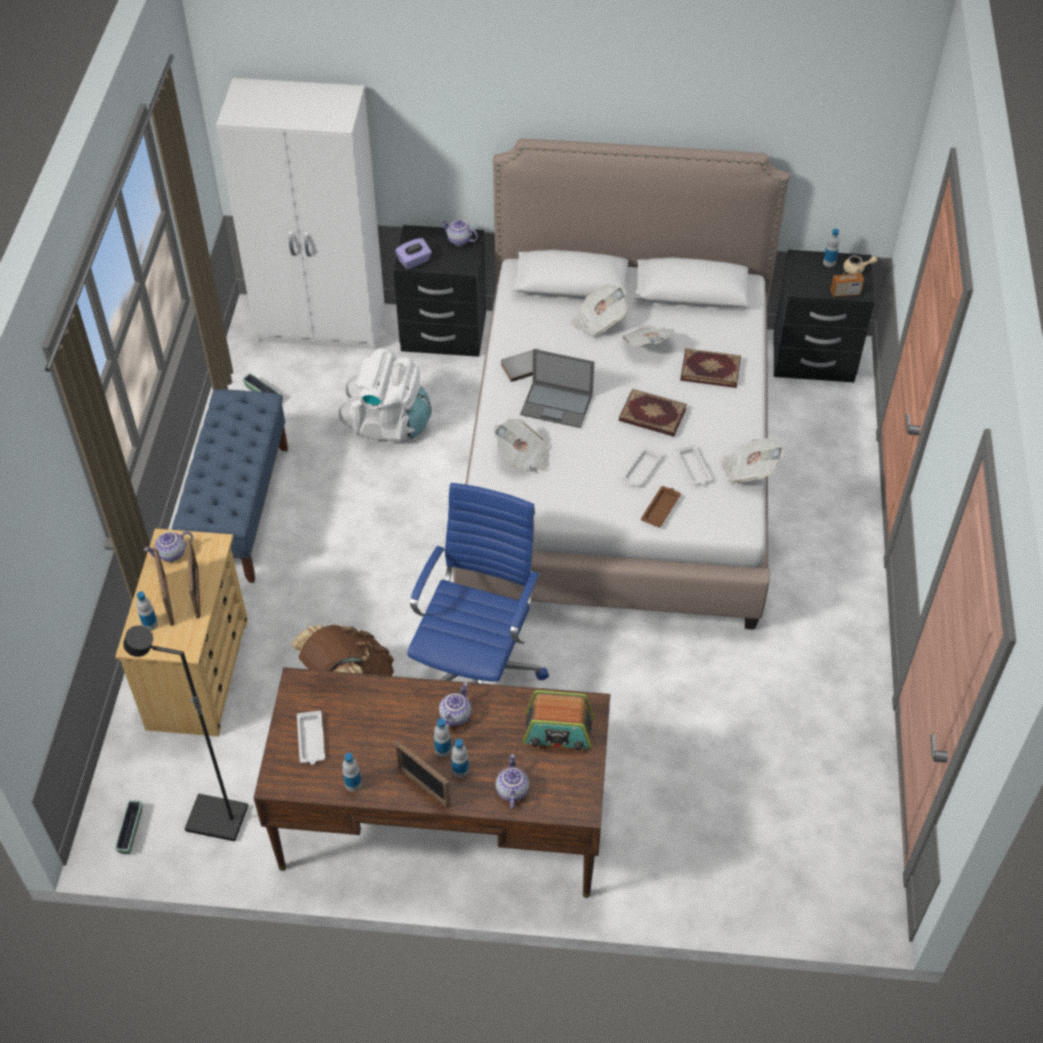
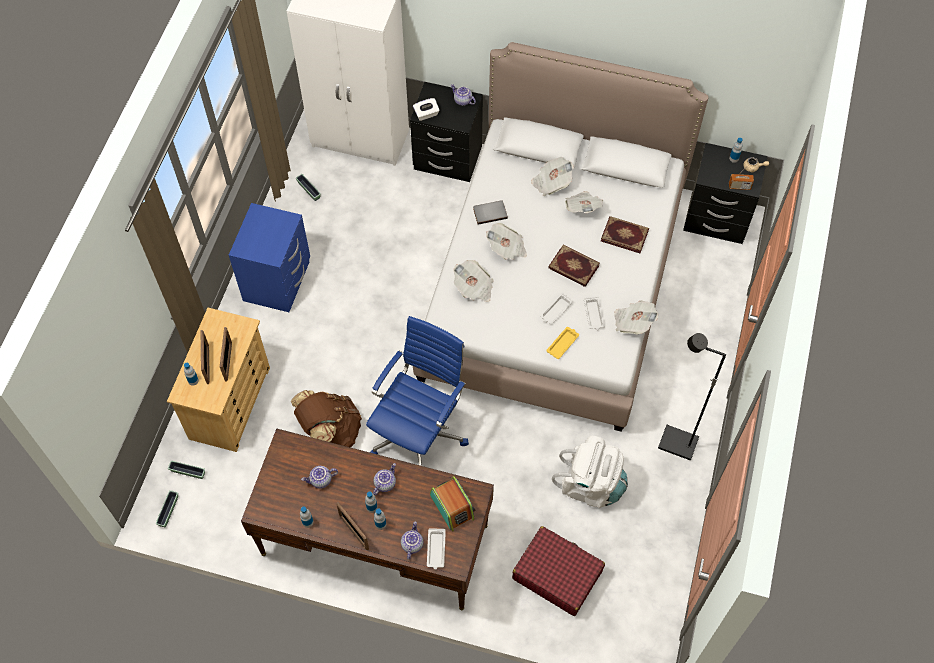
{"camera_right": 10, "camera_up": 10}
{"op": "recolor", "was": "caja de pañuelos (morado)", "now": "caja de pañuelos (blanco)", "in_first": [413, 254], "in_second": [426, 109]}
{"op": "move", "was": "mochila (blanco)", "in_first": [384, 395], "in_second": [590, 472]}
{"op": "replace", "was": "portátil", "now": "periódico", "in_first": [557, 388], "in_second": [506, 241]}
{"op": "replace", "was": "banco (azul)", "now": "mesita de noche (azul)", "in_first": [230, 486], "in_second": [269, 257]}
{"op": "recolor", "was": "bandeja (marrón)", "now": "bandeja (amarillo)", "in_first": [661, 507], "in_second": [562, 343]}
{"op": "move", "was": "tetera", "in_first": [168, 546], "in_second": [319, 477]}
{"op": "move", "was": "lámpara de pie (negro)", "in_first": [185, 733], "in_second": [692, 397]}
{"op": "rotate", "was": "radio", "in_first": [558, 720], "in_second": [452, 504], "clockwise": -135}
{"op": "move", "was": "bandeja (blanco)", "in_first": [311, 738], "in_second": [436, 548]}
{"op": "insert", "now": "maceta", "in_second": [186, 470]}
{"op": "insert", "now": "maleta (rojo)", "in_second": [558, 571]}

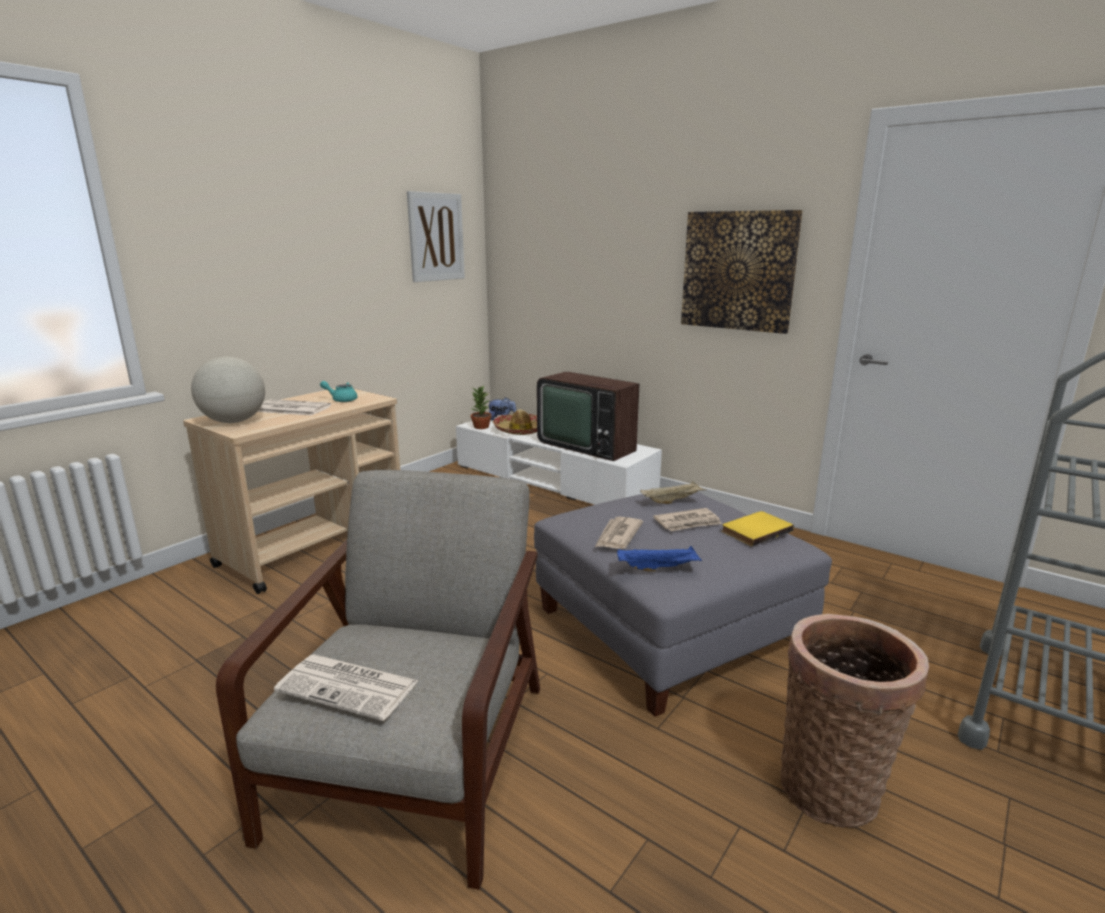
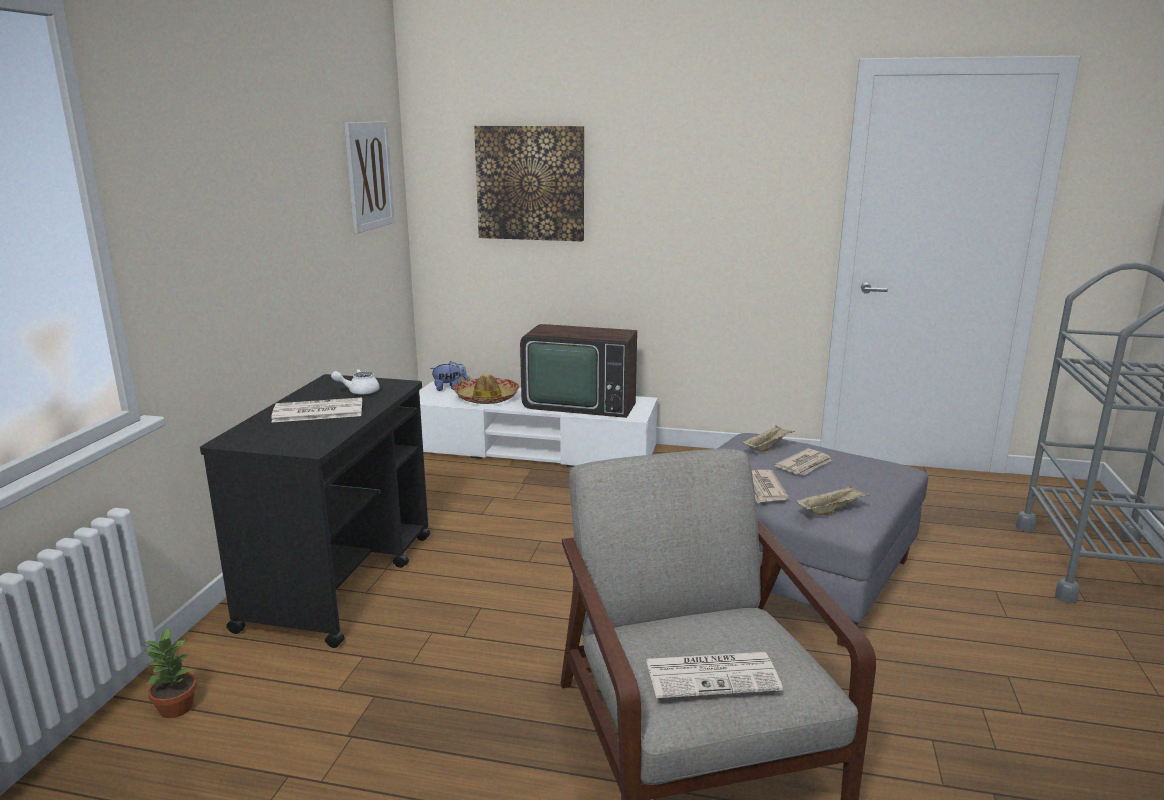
{"camera_right": -25, "camera_up": 0}
{"op": "move", "was": "cuadro", "in_first": [742, 272], "in_second": [529, 183]}
{"op": "delete", "was": "globo terráqueo", "in_first": [228, 390]}
{"op": "recolor", "was": "tetera (turquesa)", "now": "tetera (blanco)", "in_first": [339, 391], "in_second": [355, 382]}
{"op": "move", "was": "planta en maceta", "in_first": [481, 407], "in_second": [170, 672]}
{"op": "recolor", "was": "carrito (beis)", "now": "carrito (negro)", "in_first": [291, 491], "in_second": [315, 511]}
{"op": "delete", "was": "libro (amarillo)", "in_first": [758, 528]}
{"op": "recolor", "was": "bandeja (azul)", "now": "bandeja (beis)", "in_first": [659, 559], "in_second": [833, 499]}
{"op": "delete", "was": "cesta", "in_first": [855, 721]}

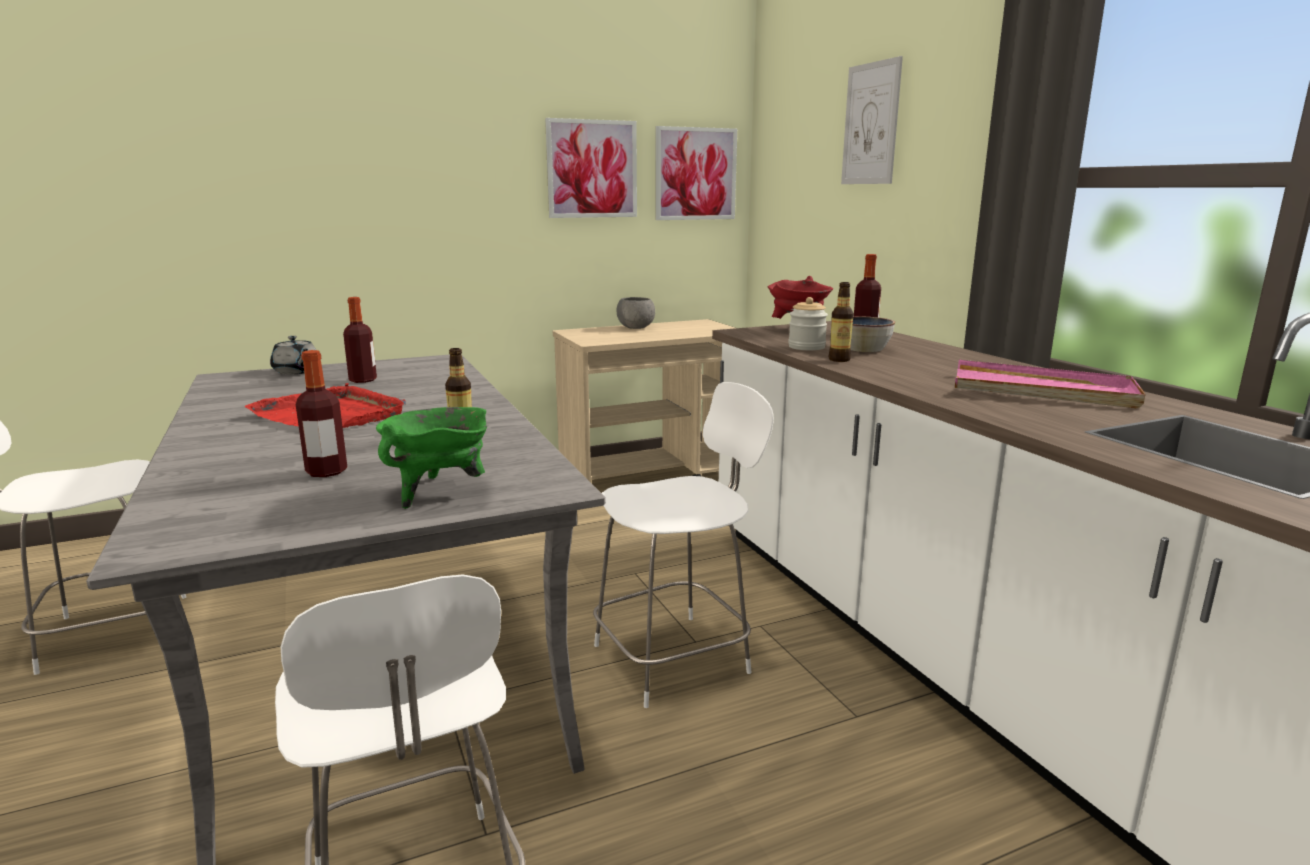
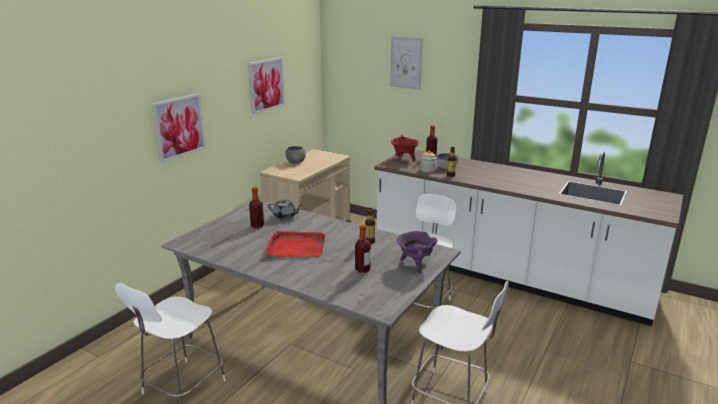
{"camera_right": -35, "camera_up": 5}
{"op": "move", "was": "cuadro", "in_first": [696, 173], "in_second": [179, 128]}
{"op": "move", "was": "tetera (gris)", "in_first": [293, 355], "in_second": [285, 209]}
{"op": "delete", "was": "bandeja (rosa)", "in_first": [1050, 384]}
{"op": "recolor", "was": "olla (verde)", "now": "olla (morado)", "in_first": [432, 458], "in_second": [417, 252]}

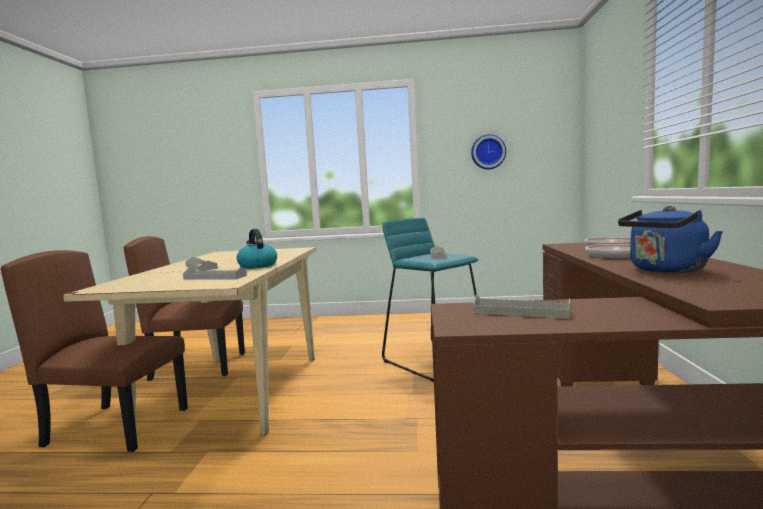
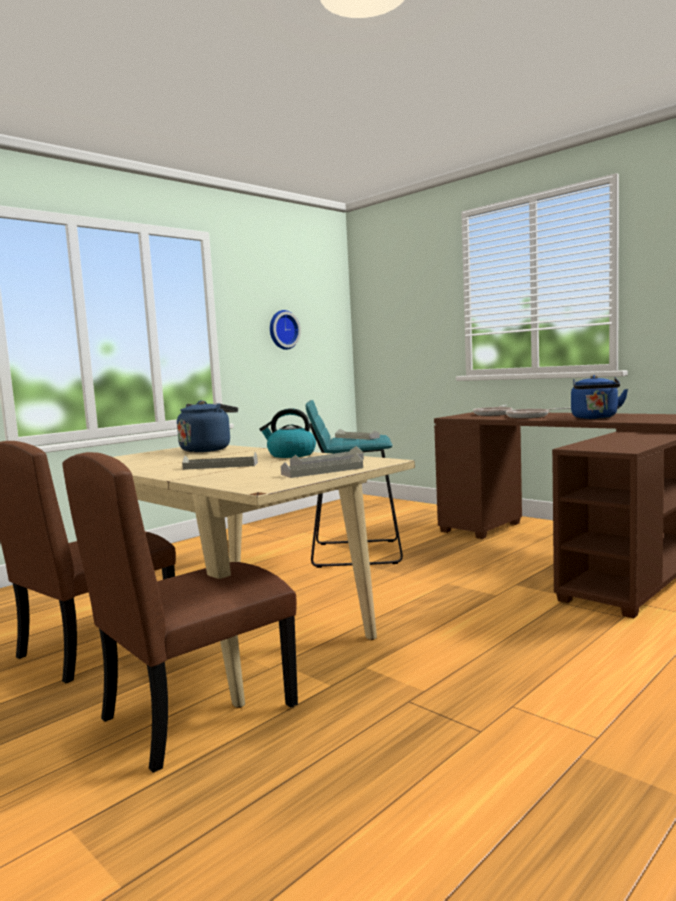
{"camera_right": -50, "camera_up": 0}
{"op": "move", "was": "bandeja (gris)", "in_first": [521, 306], "in_second": [322, 465]}
{"op": "insert", "now": "hervidor (azul)", "in_second": [207, 426]}

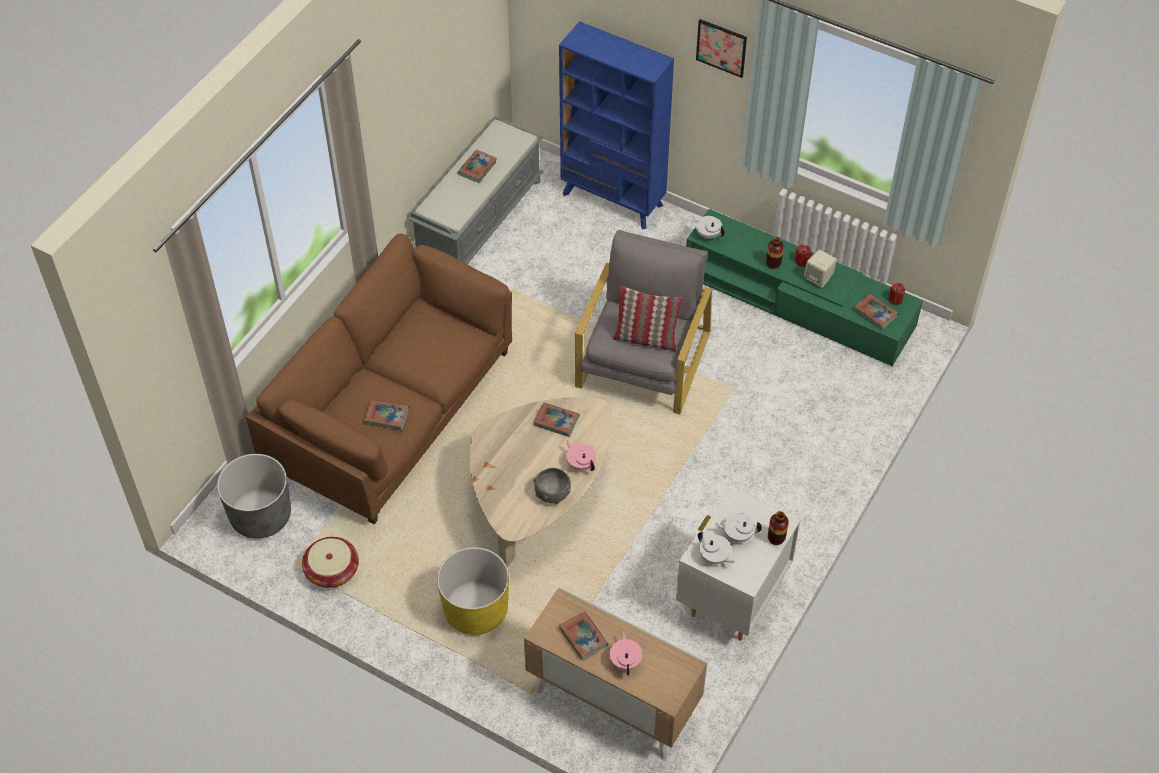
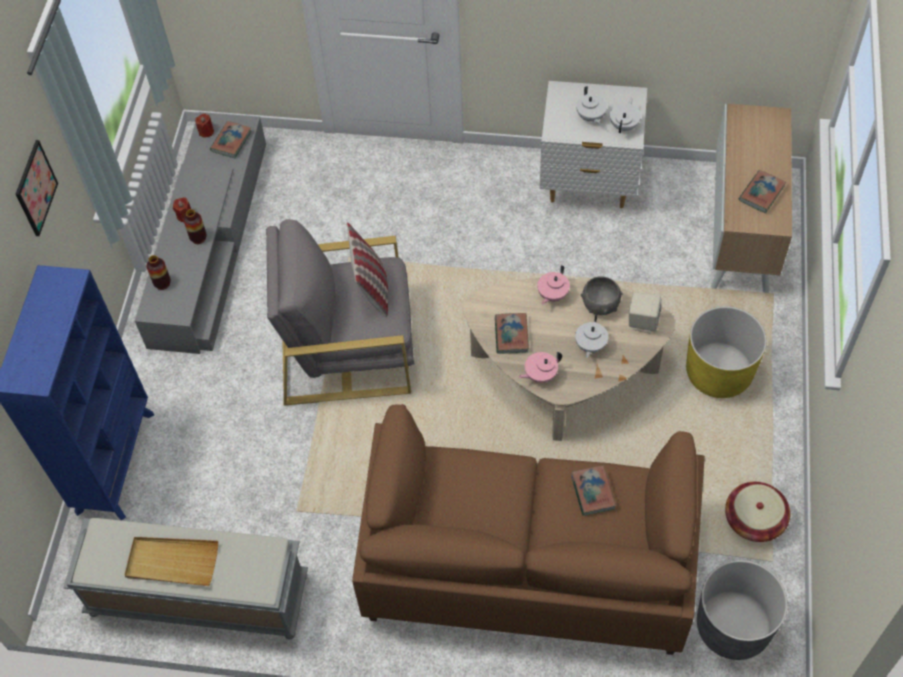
{"camera_right": -110, "camera_up": 5}
{"op": "replace", "was": "libro", "now": "bandeja (beis)", "in_first": [477, 166], "in_second": [171, 561]}
{"op": "recolor", "was": "mueble de televisión (verde)", "now": "mueble de televisión (gris)", "in_first": [804, 287], "in_second": [200, 233]}
{"op": "move", "was": "tetera (blanco)", "in_first": [708, 227], "in_second": [591, 336]}
{"op": "move", "was": "altavoz (beis)", "in_first": [820, 268], "in_second": [645, 313]}
{"op": "move", "was": "florero", "in_first": [778, 528], "in_second": [158, 272]}
{"op": "move", "was": "tetera (rosa)", "in_first": [626, 653], "in_second": [540, 367]}

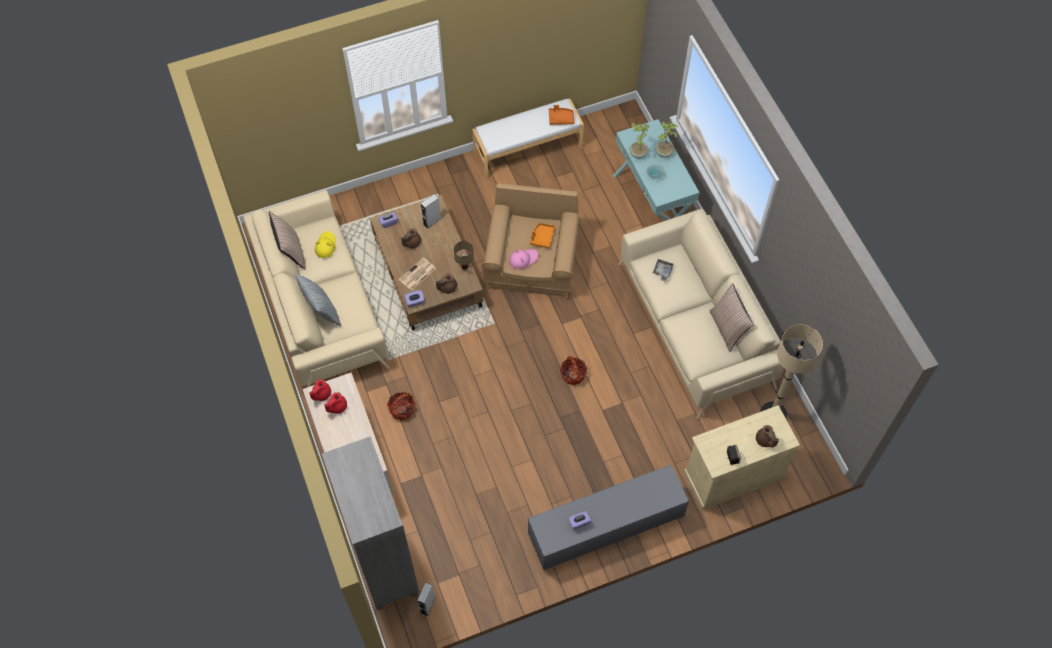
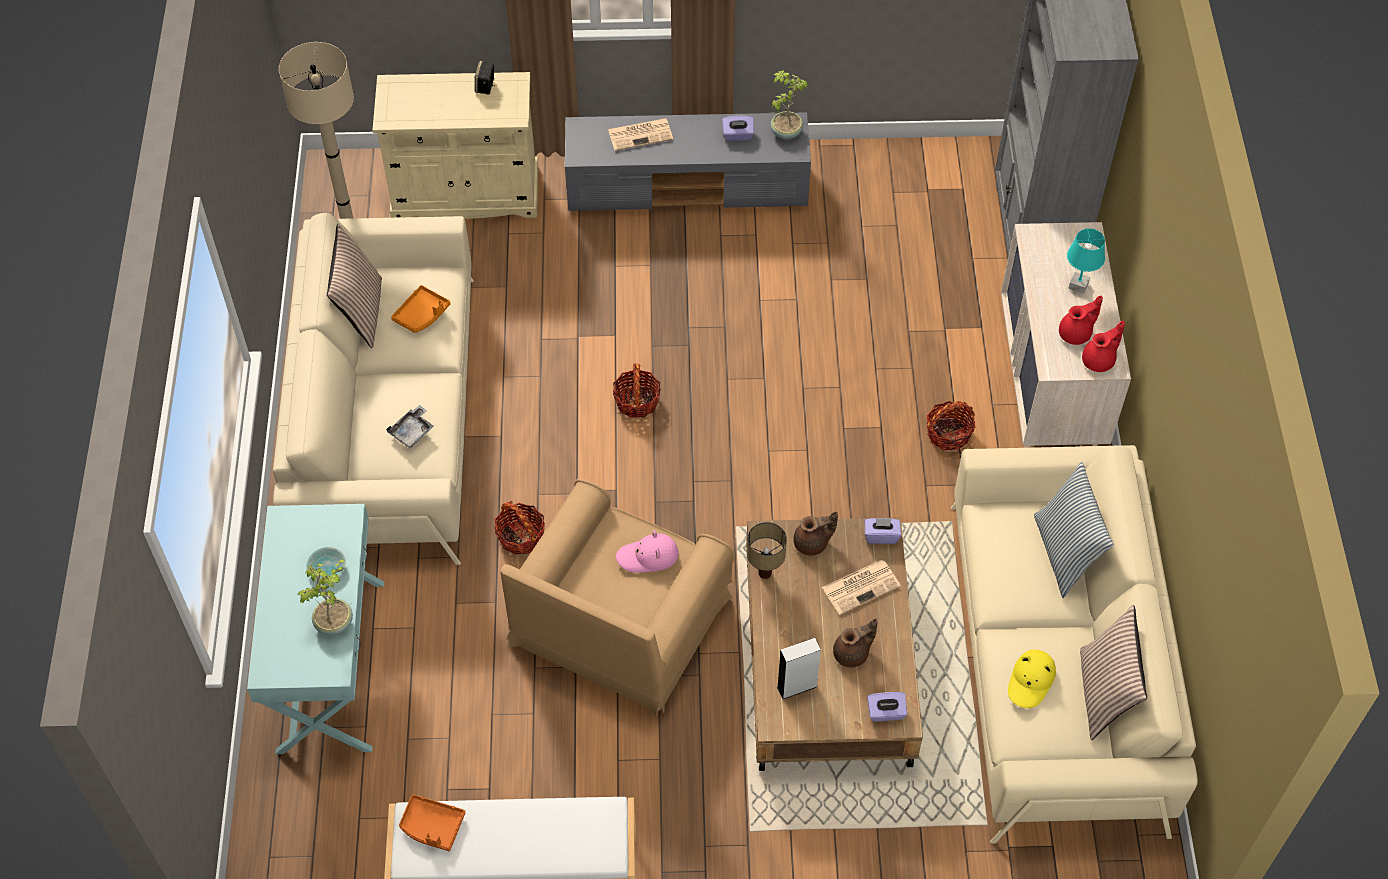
{"camera_right": -160, "camera_up": -5}
{"op": "move", "was": "planta en maceta", "in_first": [667, 138], "in_second": [789, 104]}
{"op": "move", "was": "bandeja (naranja)", "in_first": [542, 235], "in_second": [420, 309]}
{"op": "delete", "was": "tetera (marrón)", "in_first": [767, 436]}
{"op": "delete", "was": "altavoz (gris)", "in_first": [426, 599]}
{"op": "insert", "now": "periódico", "in_second": [640, 134]}
{"op": "insert", "now": "lámpara de mesa (turquesa)", "in_second": [1086, 261]}
{"op": "insert", "now": "cesta", "in_second": [520, 528]}

